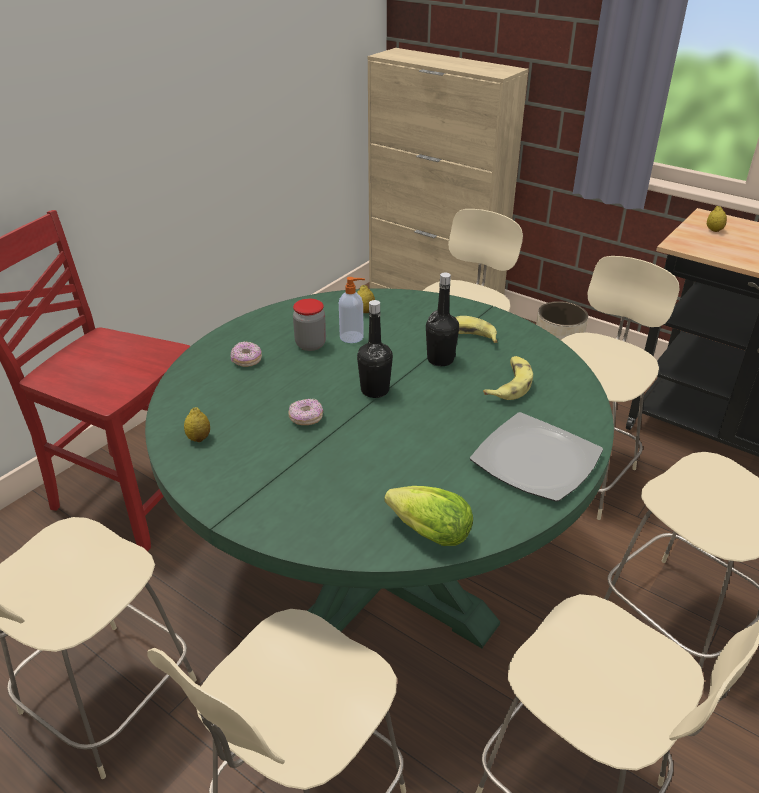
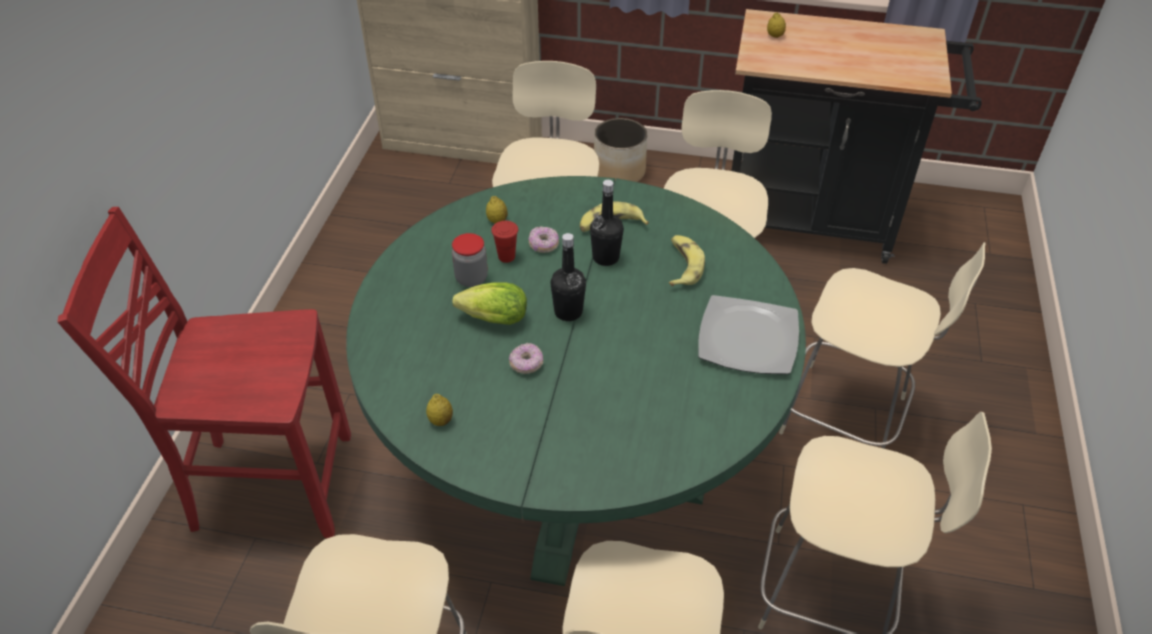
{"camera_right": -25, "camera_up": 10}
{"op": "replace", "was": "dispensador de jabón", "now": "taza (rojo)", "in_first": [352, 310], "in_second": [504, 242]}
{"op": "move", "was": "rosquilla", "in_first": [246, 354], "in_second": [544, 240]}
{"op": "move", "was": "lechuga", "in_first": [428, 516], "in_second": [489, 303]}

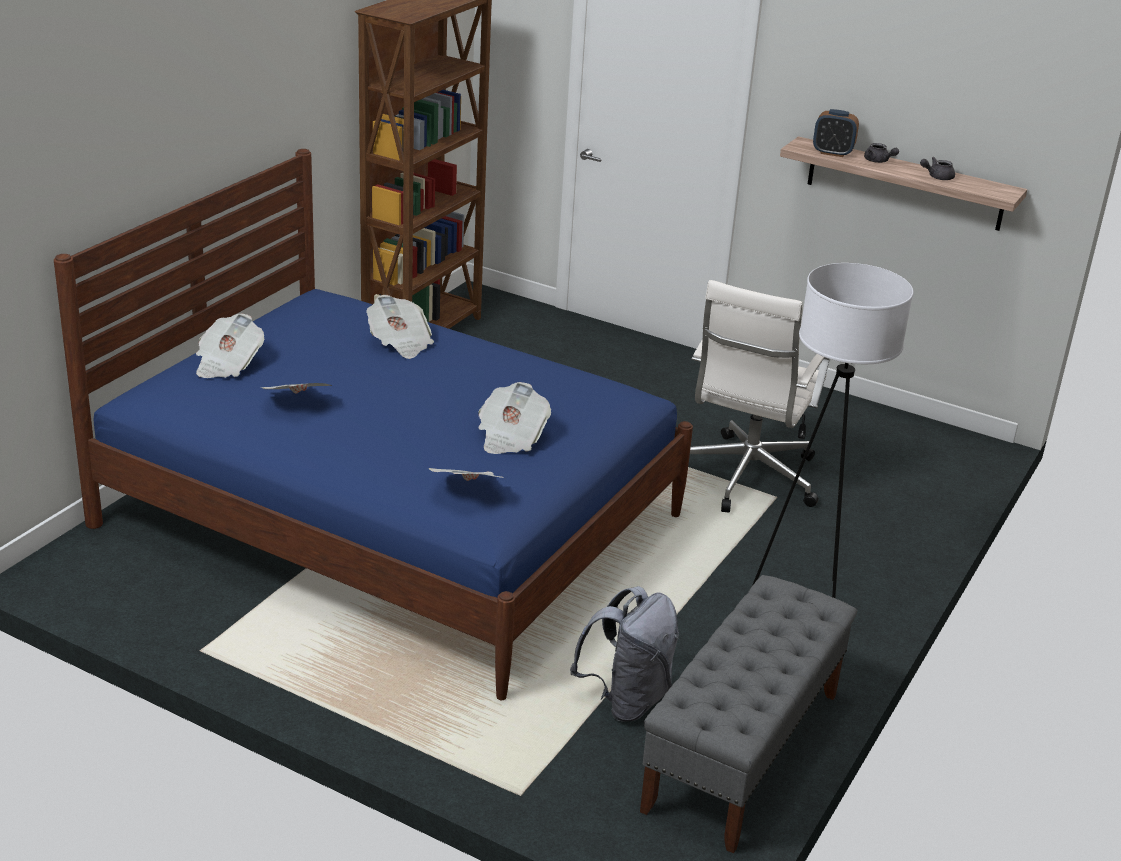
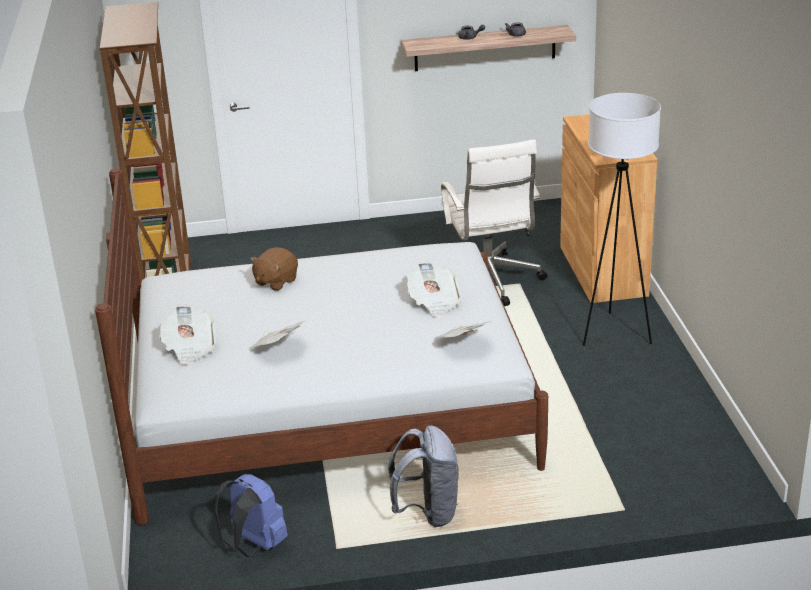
{"camera_right": -35, "camera_up": 0}
{"op": "delete", "was": "despertador", "in_first": [836, 133]}
{"op": "recolor", "was": "cama (azul)", "now": "cama (blanco)", "in_first": [373, 424], "in_second": [321, 346]}
{"op": "replace", "was": "periódico", "now": "peluche (marrón)", "in_first": [400, 327], "in_second": [274, 269]}
{"op": "delete", "was": "banco (gris)", "in_first": [748, 714]}
{"op": "move", "was": "mochila (gris)", "in_first": [624, 654], "in_second": [423, 476]}
{"op": "insert", "now": "armario (marrón)", "in_second": [608, 208]}
{"op": "insert", "now": "mochila (azul)", "in_second": [251, 515]}

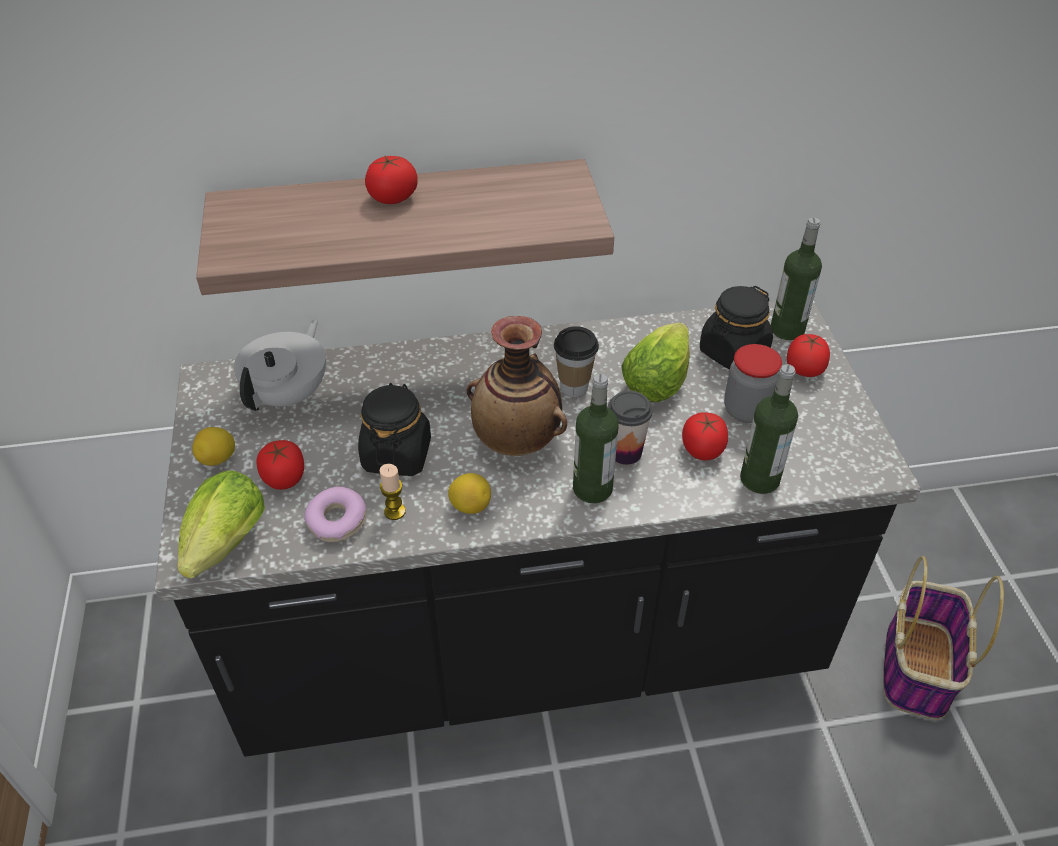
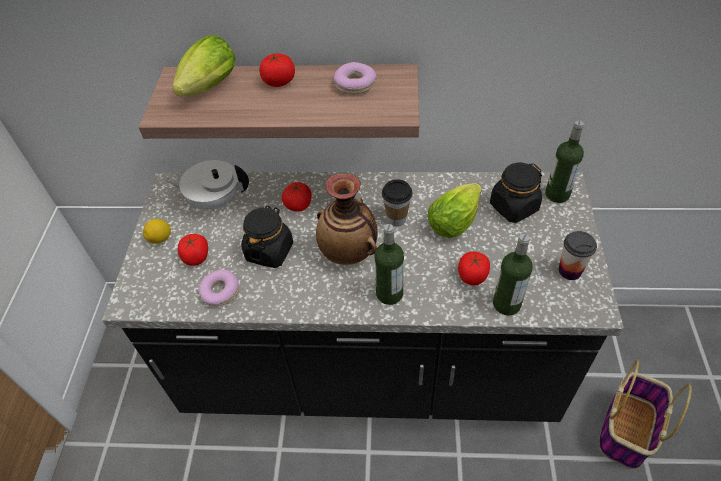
{"camera_right": 15, "camera_up": 5}
{"op": "rotate", "was": "tetera (blanco)", "in_first": [280, 365], "in_second": [206, 185], "clockwise": -120}
{"op": "move", "was": "tomate", "in_first": [808, 355], "in_second": [297, 197]}
{"op": "delete", "was": "tarro", "in_first": [753, 383]}
{"op": "move", "was": "taza", "in_first": [630, 428], "in_second": [577, 255]}
{"op": "delete", "was": "vela", "in_first": [393, 492]}
{"op": "move", "was": "lechuga", "in_first": [221, 524], "in_second": [204, 66]}
{"op": "delete", "was": "limón", "in_first": [469, 493]}
{"op": "insert", "now": "rosquilla", "in_second": [355, 78]}

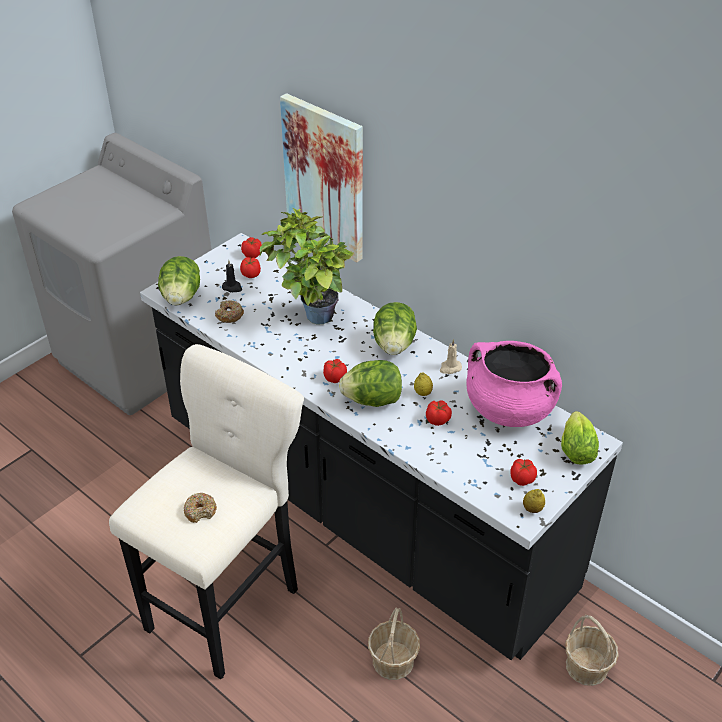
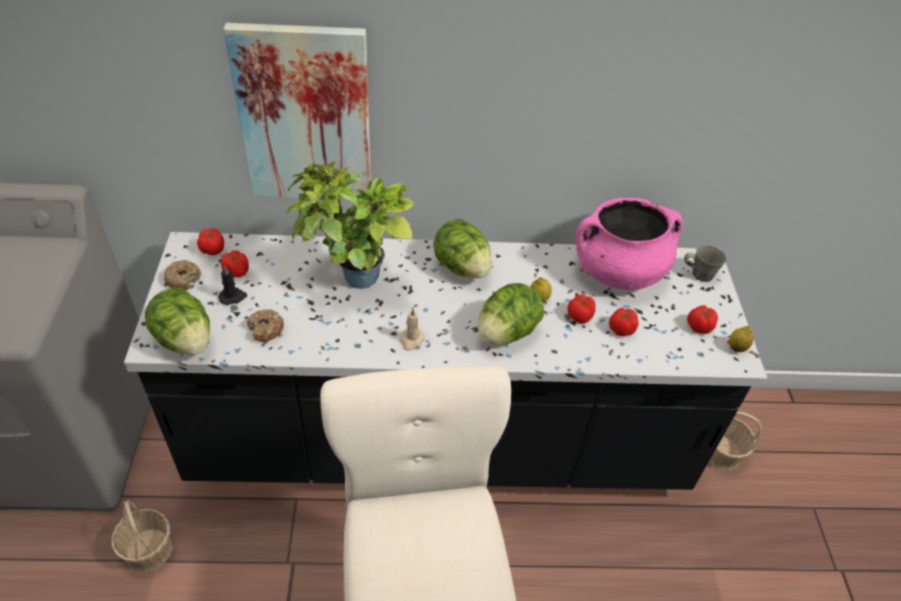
{"camera_right": -45, "camera_up": 5}
{"op": "move", "was": "vela (beis)", "in_first": [451, 356], "in_second": [412, 330]}
{"op": "move", "was": "tomate", "in_first": [335, 371], "in_second": [624, 322]}
{"op": "replace", "was": "lechuga", "now": "taza grande (gris)", "in_first": [580, 438], "in_second": [705, 263]}
{"op": "move", "was": "rosquilla", "in_first": [200, 508], "in_second": [182, 275]}
{"op": "move", "was": "cesta", "in_first": [394, 643], "in_second": [141, 536]}

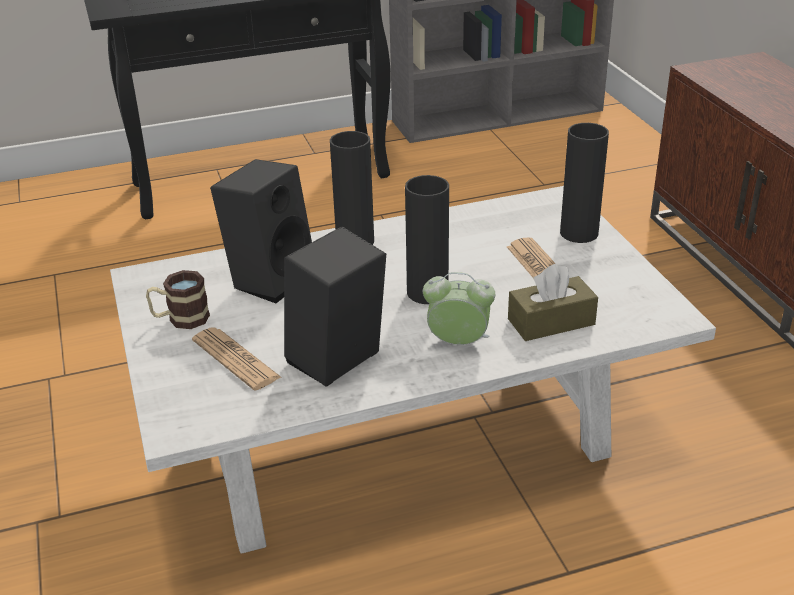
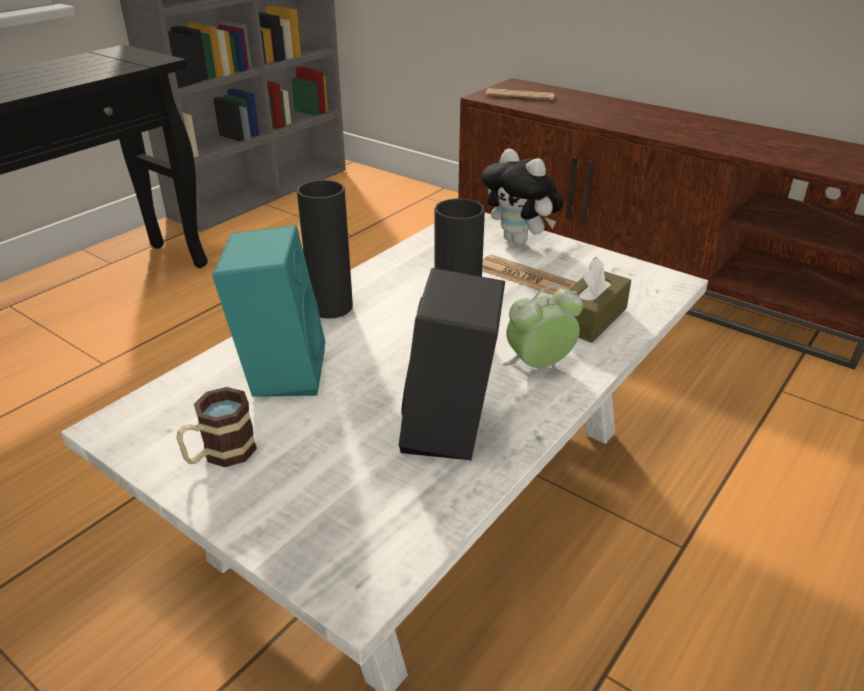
{"camera_right": -35, "camera_up": 0}
{"op": "replace", "was": "florero (negro)", "now": "peluche", "in_first": [584, 183], "in_second": [522, 196]}
{"op": "recolor", "was": "altavoz (negro)", "now": "altavoz (turquesa)", "in_first": [261, 231], "in_second": [269, 311]}
{"op": "move", "was": "periódico", "in_first": [236, 359], "in_second": [520, 94]}

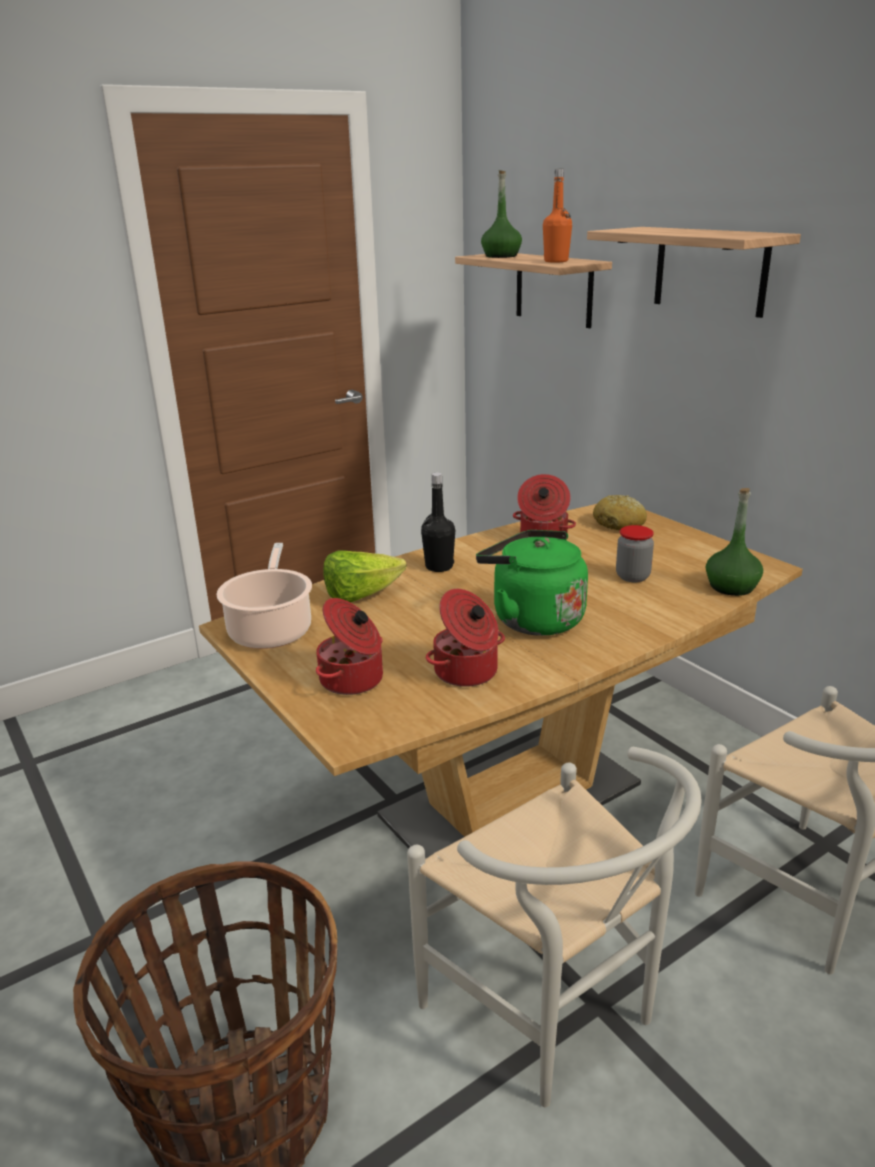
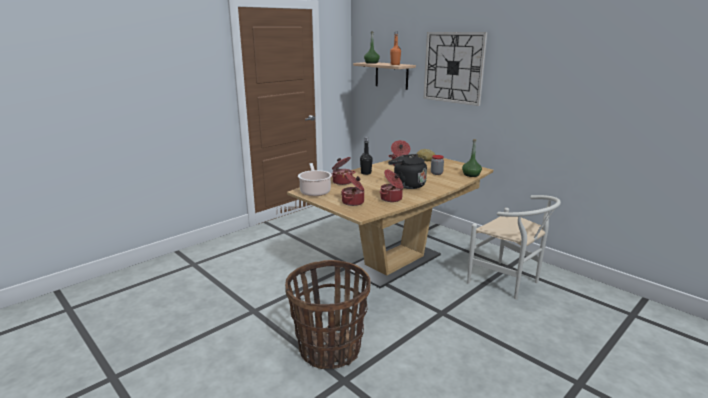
{"camera_right": -10, "camera_up": -5}
{"op": "replace", "was": "estante", "now": "reloj de pared", "in_first": [694, 272], "in_second": [455, 69]}
{"op": "recolor", "was": "hervidor (verde)", "now": "hervidor (negro)", "in_first": [532, 583], "in_second": [407, 171]}
{"op": "replace", "was": "lechuga", "now": "olla", "in_first": [365, 576], "in_second": [343, 171]}
{"op": "delete", "was": "silla (blanco)", "in_first": [554, 927]}

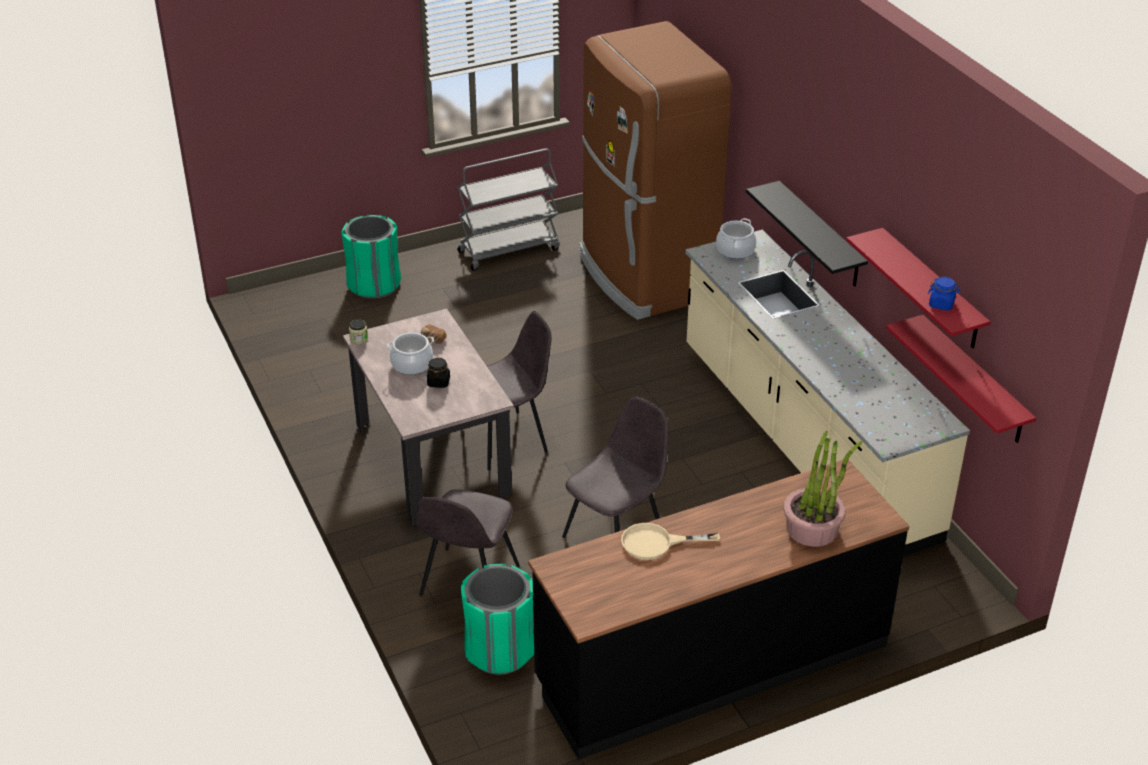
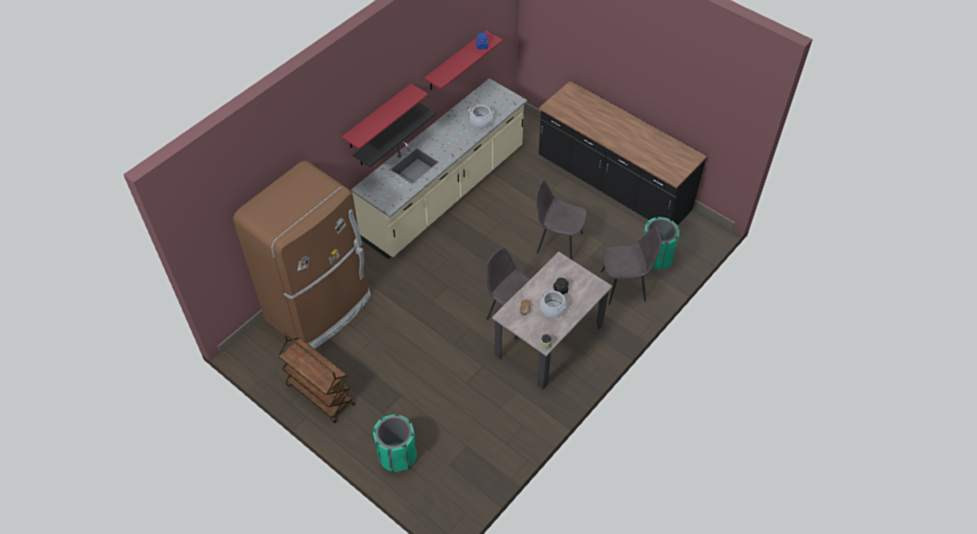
{"camera_right": -115, "camera_up": 15}
{"op": "recolor", "was": "carrito (gris)", "now": "carrito (marrón)", "in_first": [508, 209], "in_second": [316, 378]}
{"op": "move", "was": "olla", "in_first": [736, 238], "in_second": [481, 116]}
{"op": "move", "was": "estante (rojo)", "in_first": [961, 379], "in_second": [385, 116]}
{"op": "delete", "was": "planta en maceta", "in_first": [822, 489]}
{"op": "delete", "was": "sartén (beis)", "in_first": [670, 541]}

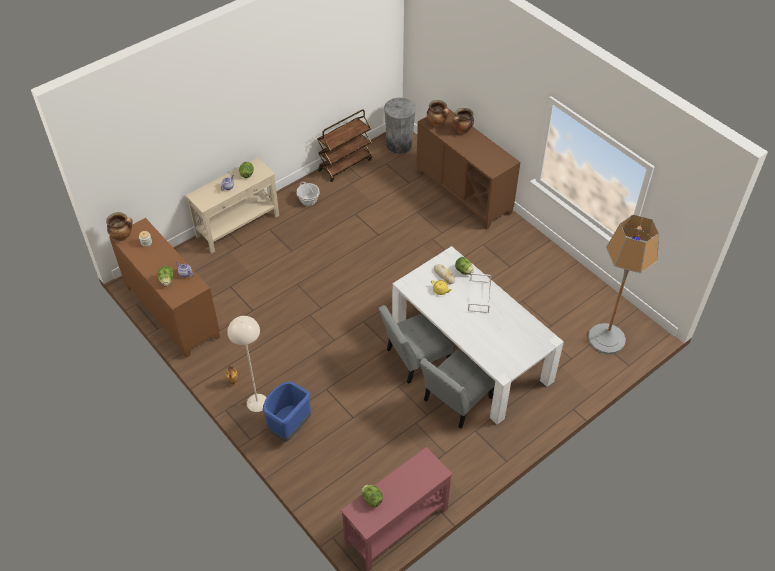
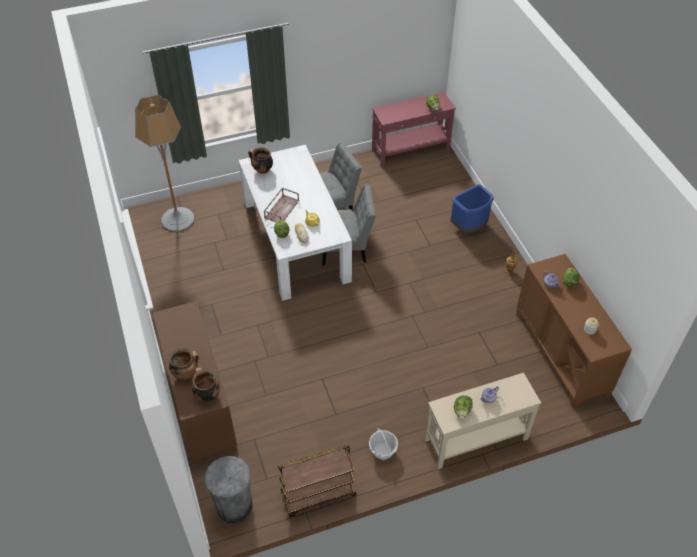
{"camera_right": -160, "camera_up": 0}
{"op": "move", "was": "olla", "in_first": [119, 226], "in_second": [260, 160]}
{"op": "recolor", "was": "bandeja (blanco)", "now": "bandeja (marrón)", "in_first": [479, 293], "in_second": [281, 204]}
{"op": "delete", "was": "lámpara de pie (beis)", "in_first": [247, 364]}

